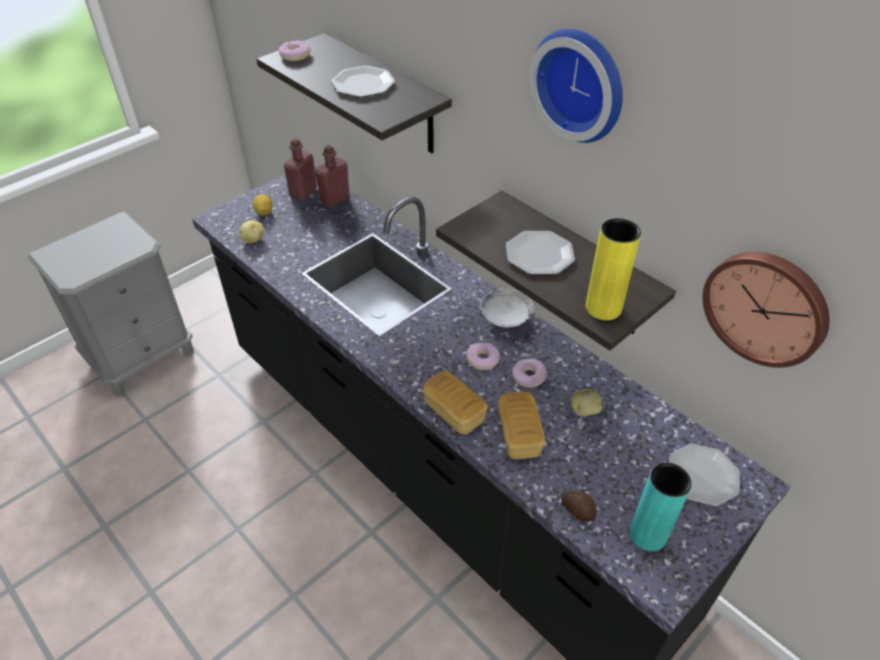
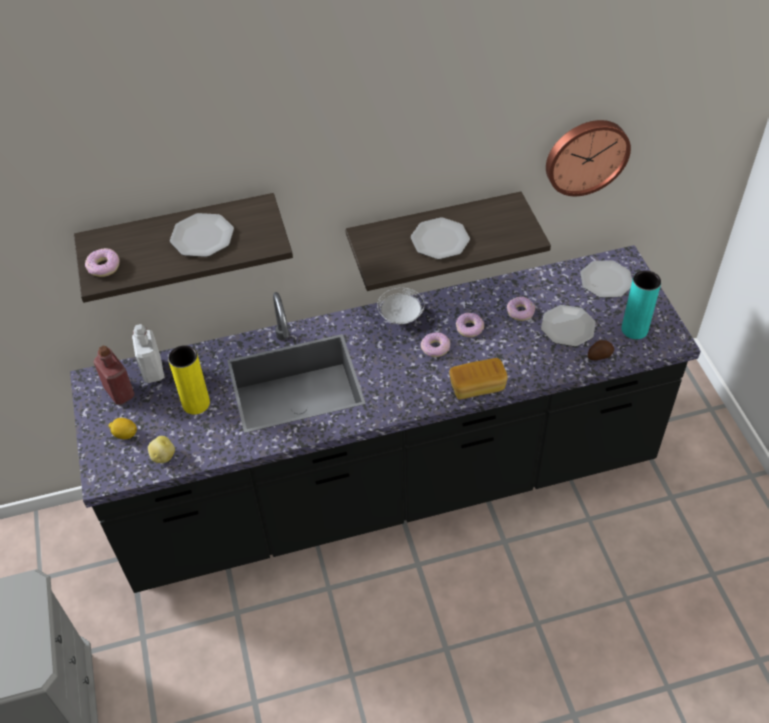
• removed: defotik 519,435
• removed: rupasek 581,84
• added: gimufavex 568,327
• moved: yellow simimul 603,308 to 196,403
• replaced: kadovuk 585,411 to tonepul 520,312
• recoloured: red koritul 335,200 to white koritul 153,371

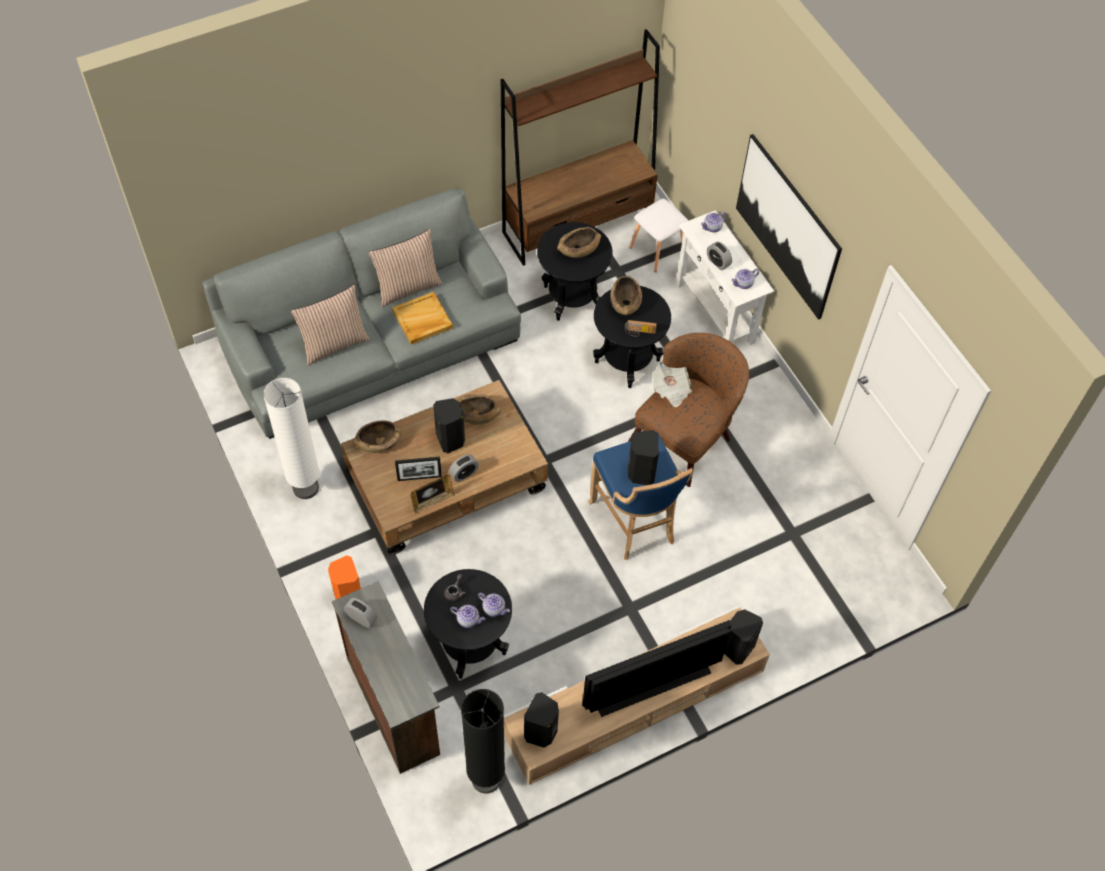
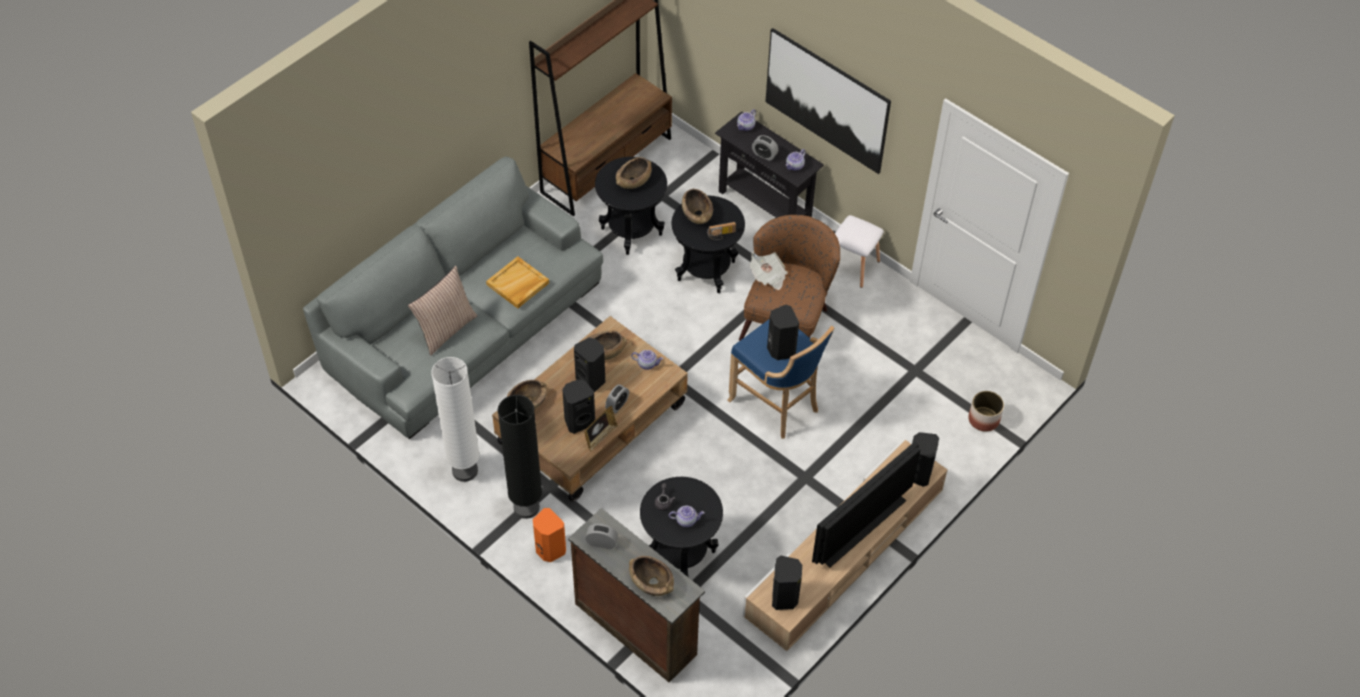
• removed: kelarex 407,287
• added: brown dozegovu 651,582
• added: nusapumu 984,419
• moved: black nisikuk 486,779 to 526,507
• moved: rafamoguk 494,608 to 647,364
• moved: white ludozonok 657,249 to 852,265
• replaced: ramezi 419,478 to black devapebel 578,421
• recoloured: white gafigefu 715,313 to black gafigefu 764,206

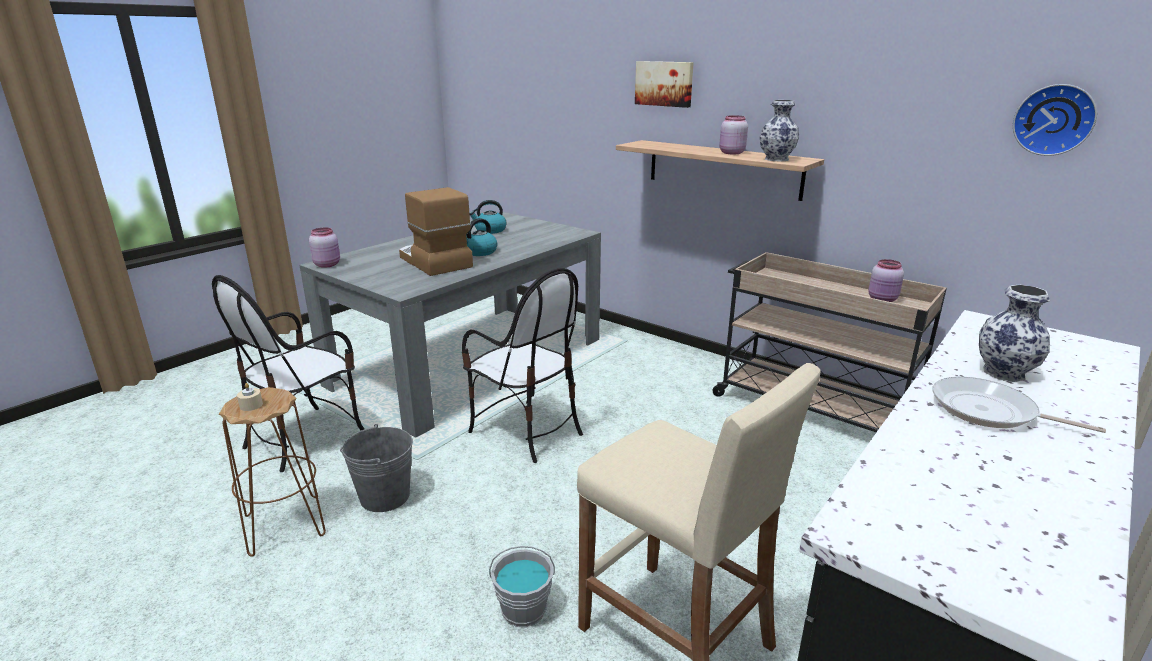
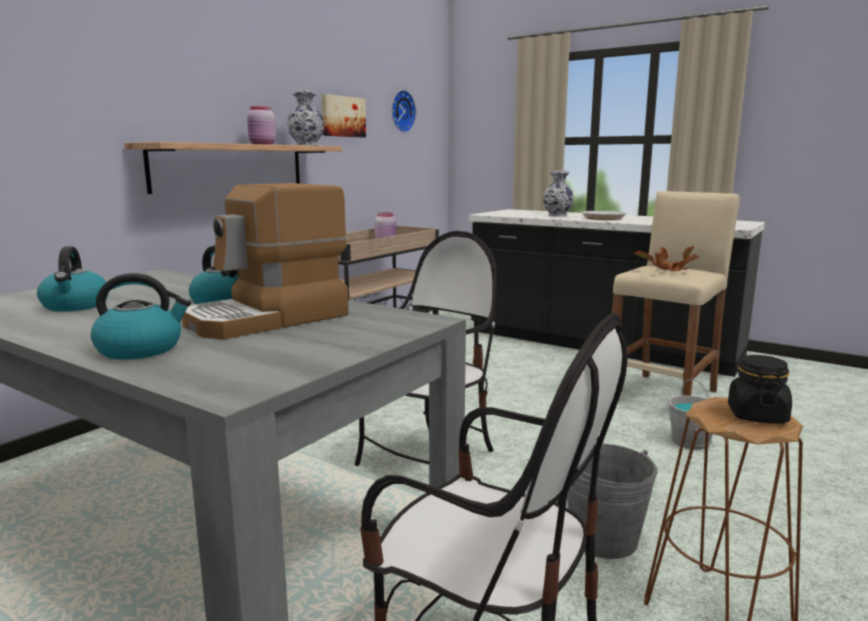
• removed: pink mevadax 328,264
• added: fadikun 141,349
• added: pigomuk 668,270
• moved: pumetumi 664,83 to 342,116
• replaced: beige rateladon 251,405 to black mevadax 756,415

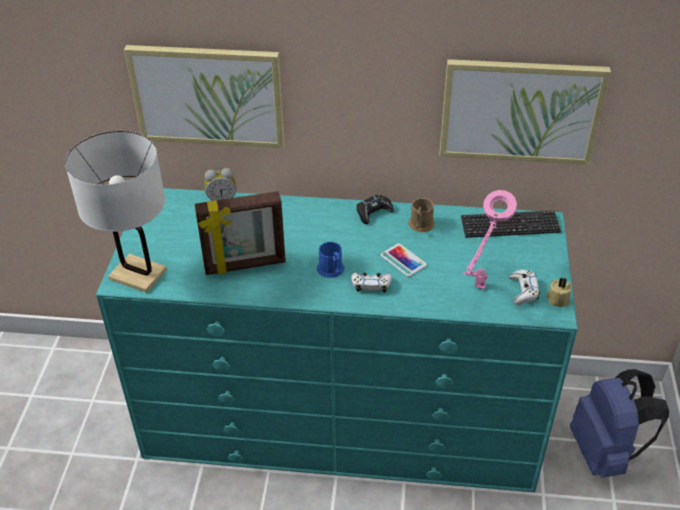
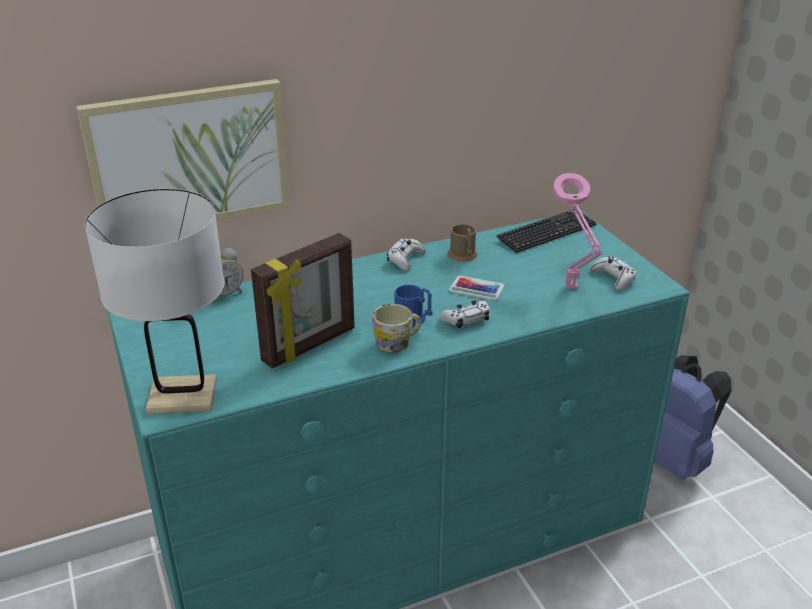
• removed: pumetumi 520,111
• removed: beige rateladon 557,299
• added: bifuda 397,342
• recoloured: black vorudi 373,212 to white vorudi 405,259

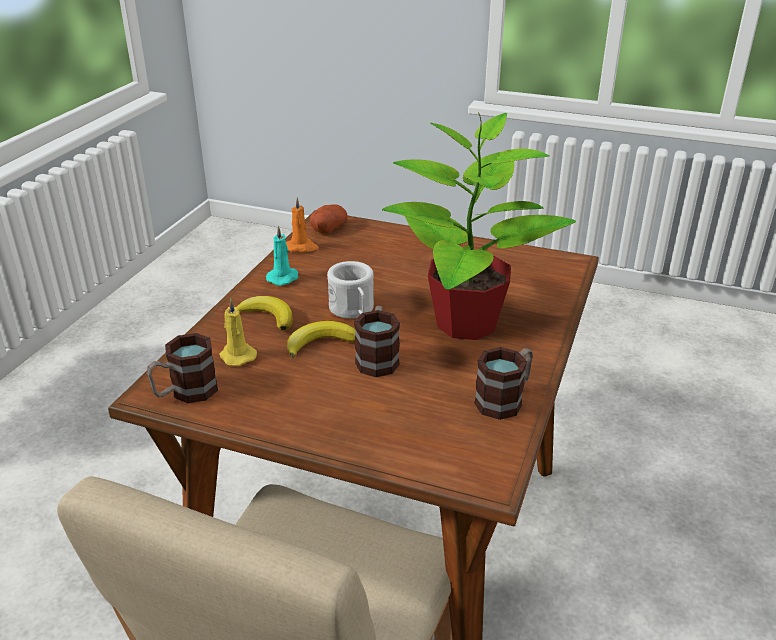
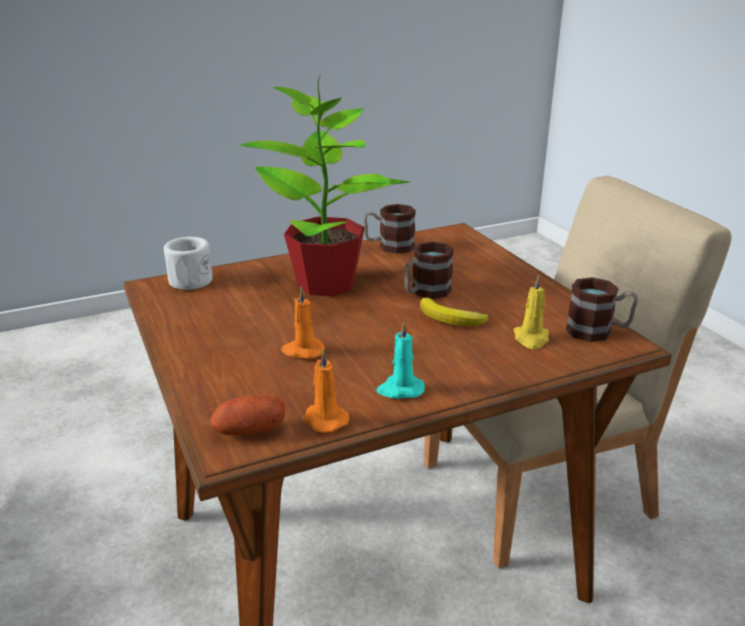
• removed: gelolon 267,316
• added: orange rateladon 302,351
• moved: white bifuda 353,310 to 194,279

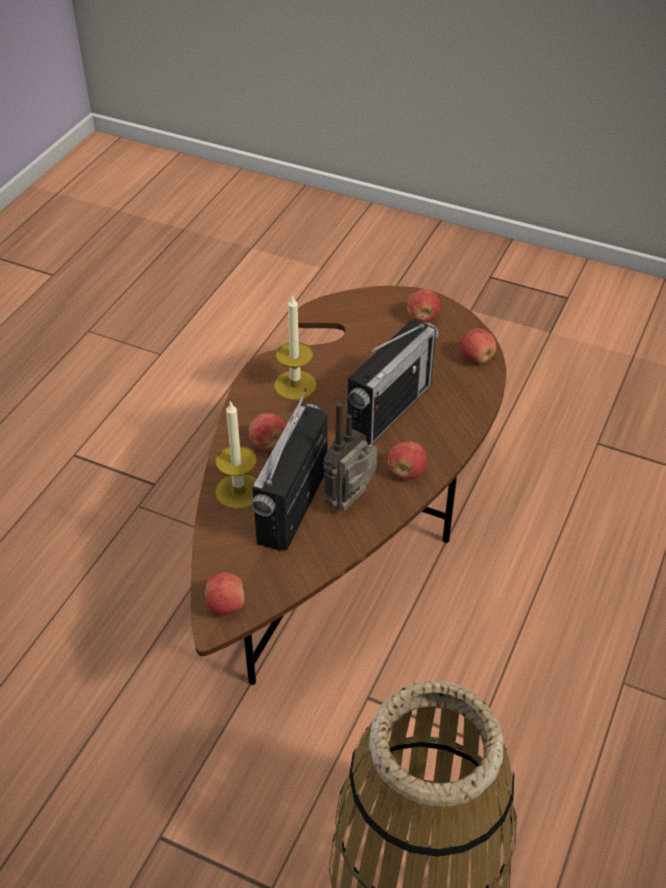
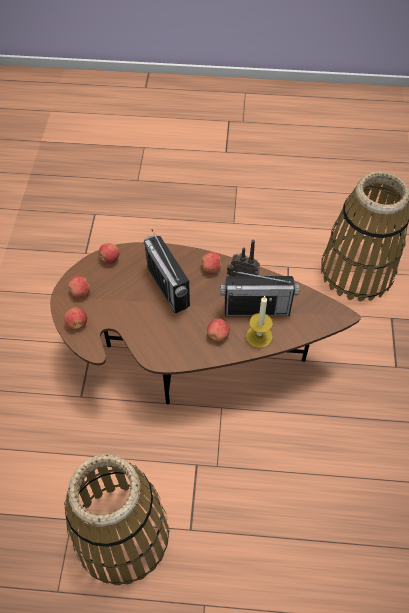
• removed: rateladon 295,385
• added: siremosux 122,535
• moved: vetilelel 225,605 to 77,324
• turned: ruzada 389,410 = 168,287 135 degrees counterclockwise

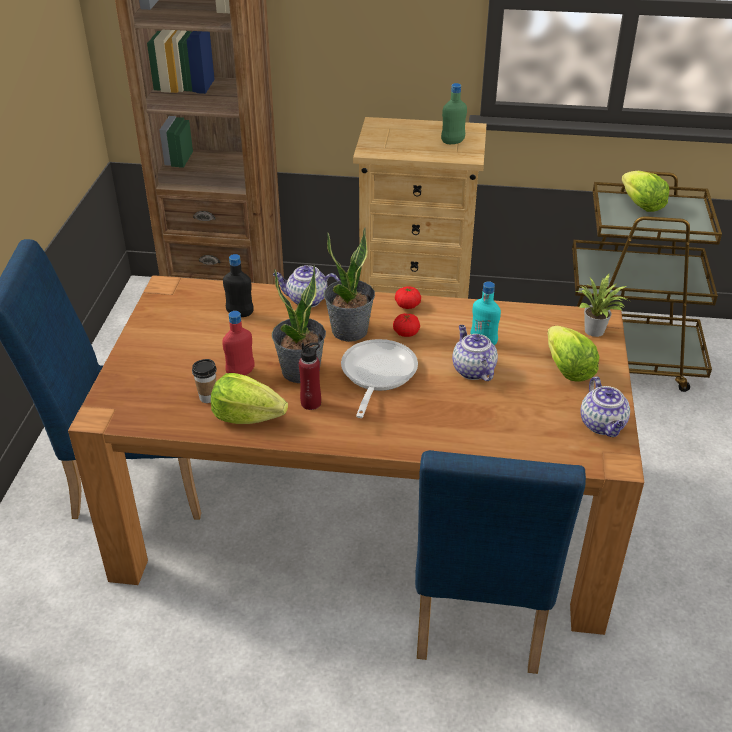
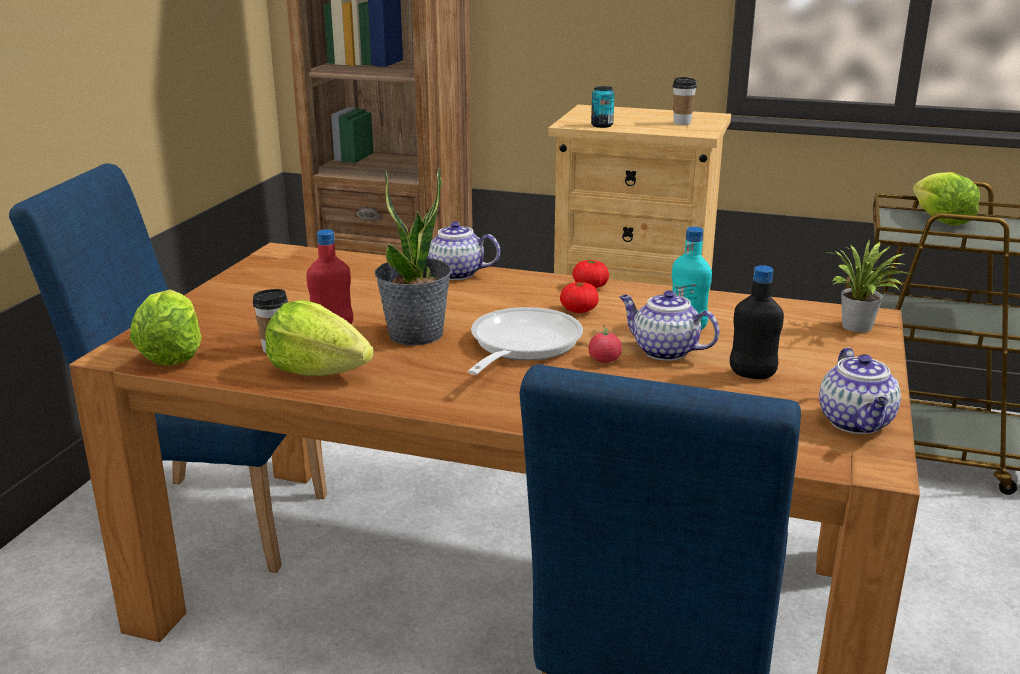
• removed: red koritul 311,403
• removed: pigomuk 350,331
• added: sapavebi 604,360
• added: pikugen 602,125
• moved: black koritul 240,314 to 752,375
• moved: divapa 567,369 to 172,354
• replaced: green koritul 452,142 to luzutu 682,123
• turned: rafamoguk 472,370 = 663,351 45 degrees counterclockwise

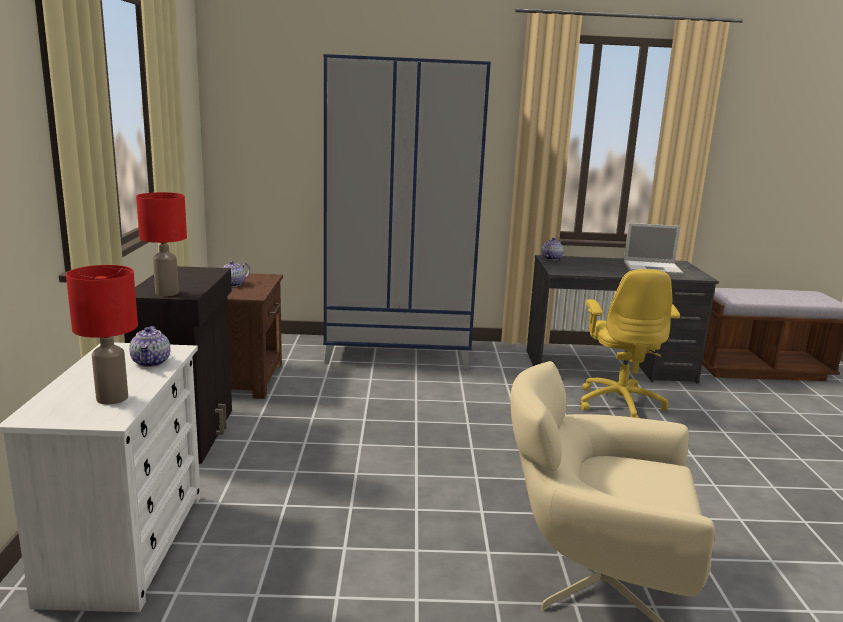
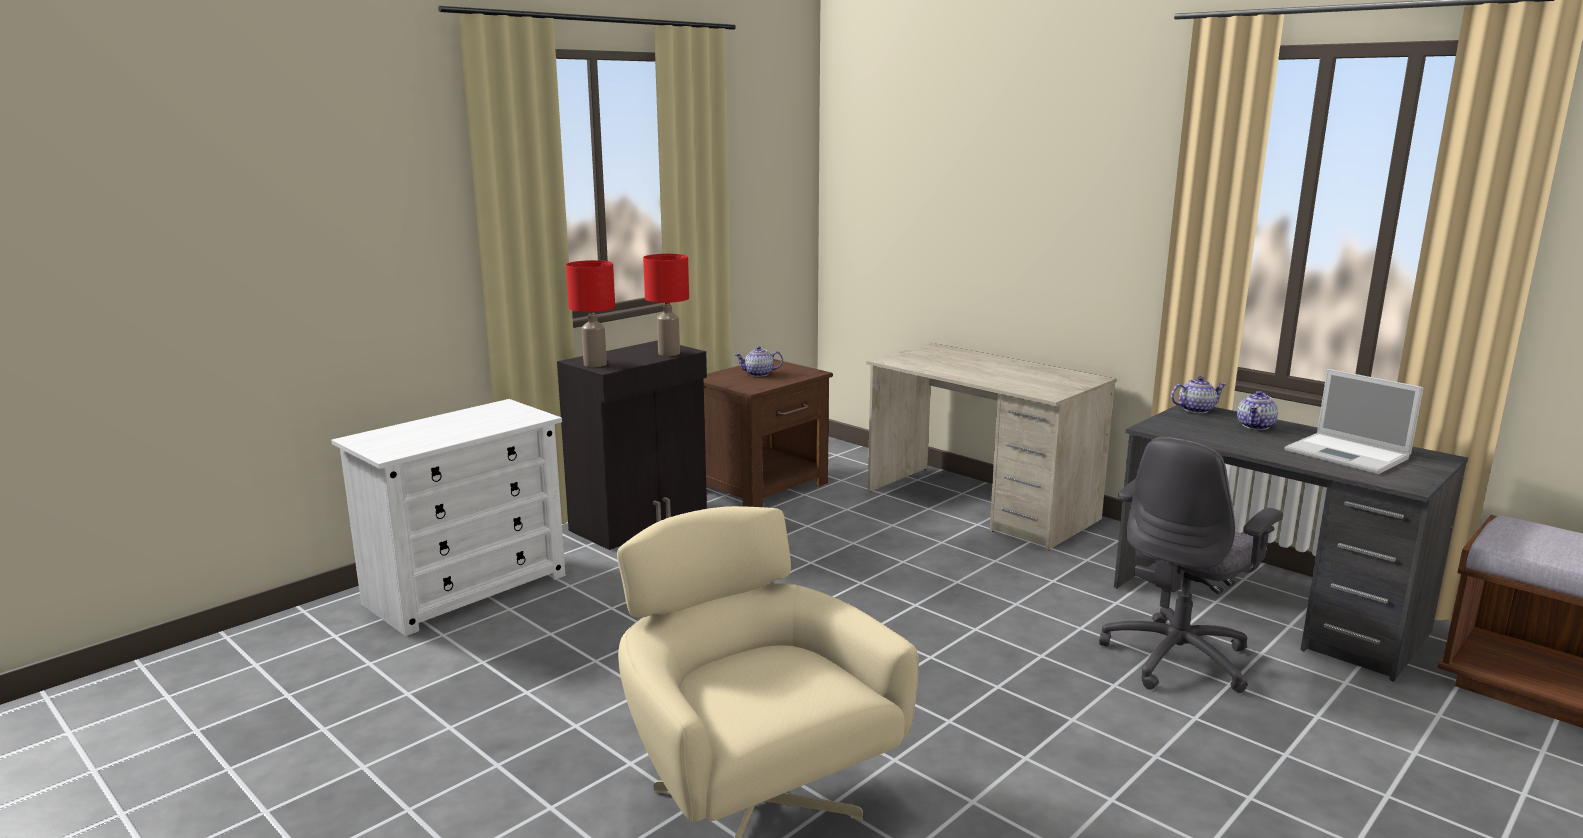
• moved: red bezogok 111,398 to 668,353
• moved: rafamoguk 151,362 to 1256,426
• replaced: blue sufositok 398,352 to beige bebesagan 980,505
• recoloured: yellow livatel 620,403 to grey livatel 1178,658

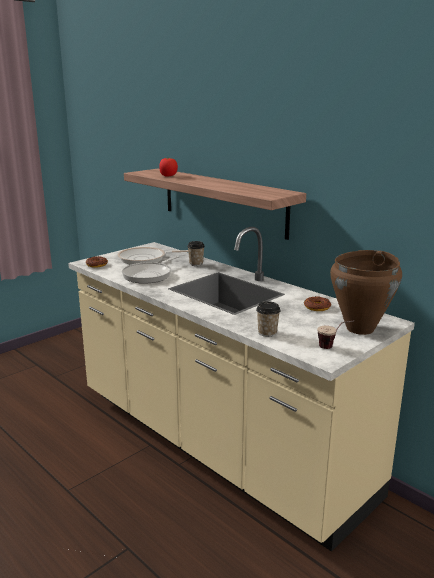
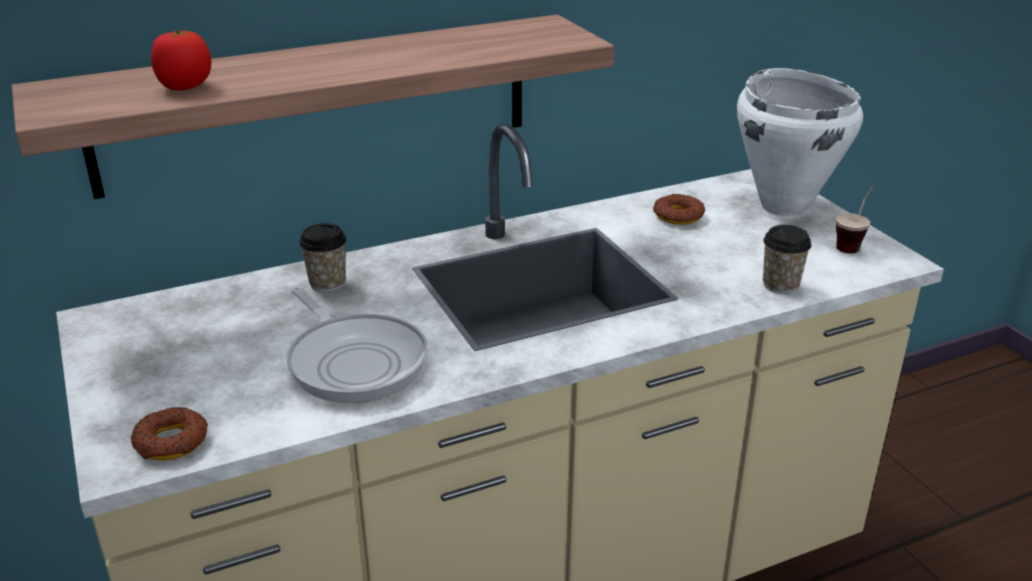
• removed: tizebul 145,259
• recoloured: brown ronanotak 360,329 to white ronanotak 784,206

